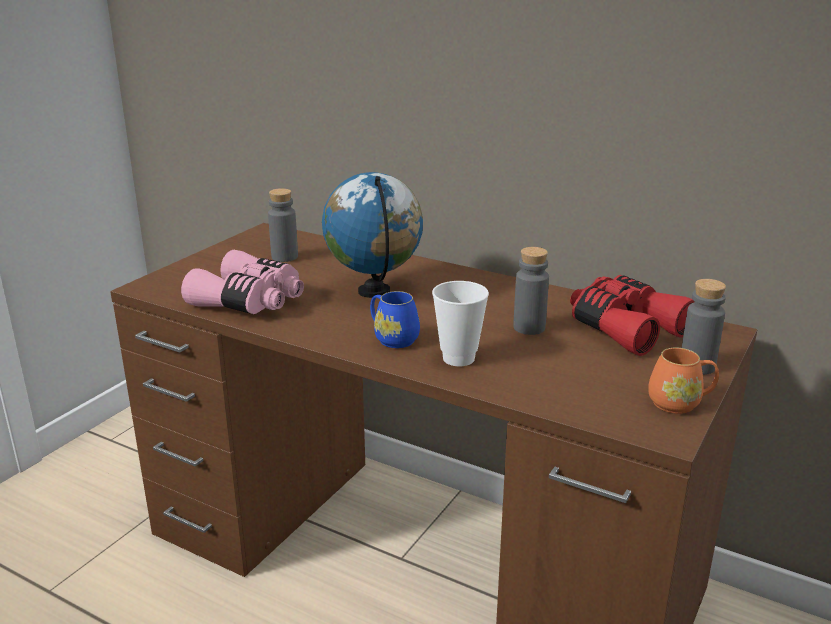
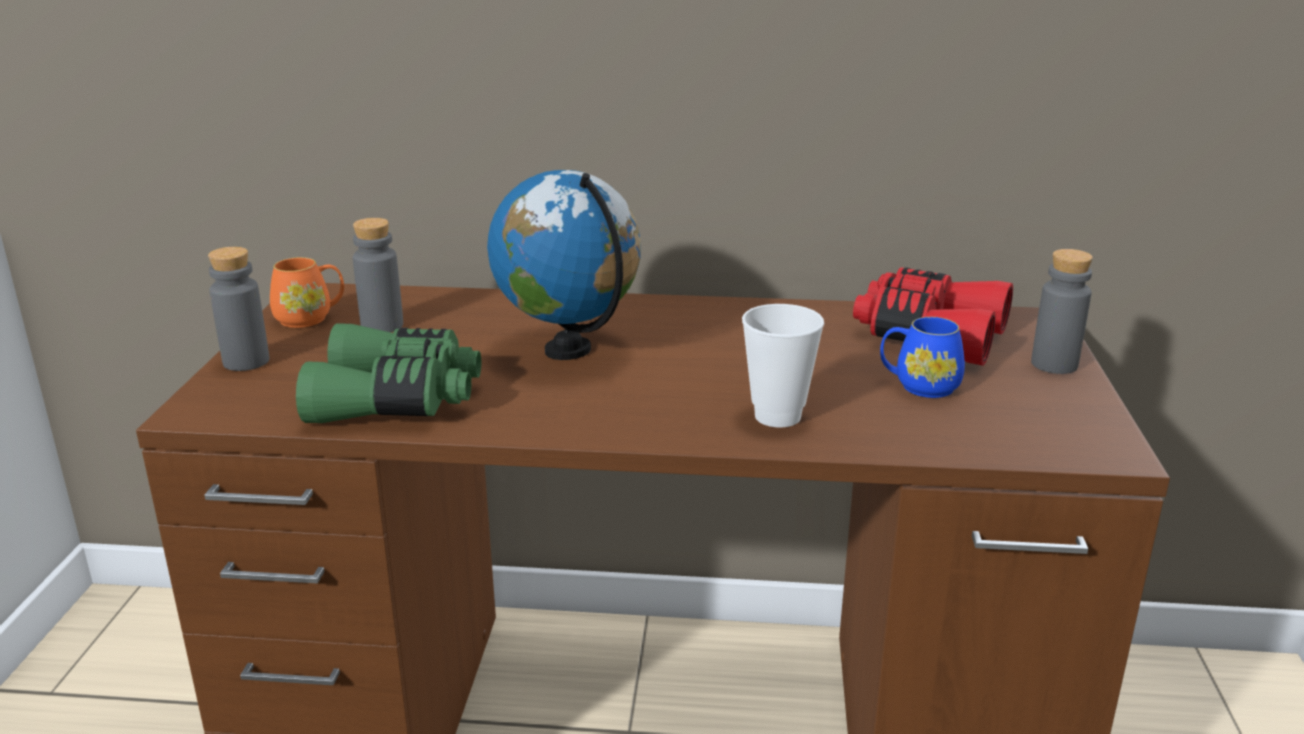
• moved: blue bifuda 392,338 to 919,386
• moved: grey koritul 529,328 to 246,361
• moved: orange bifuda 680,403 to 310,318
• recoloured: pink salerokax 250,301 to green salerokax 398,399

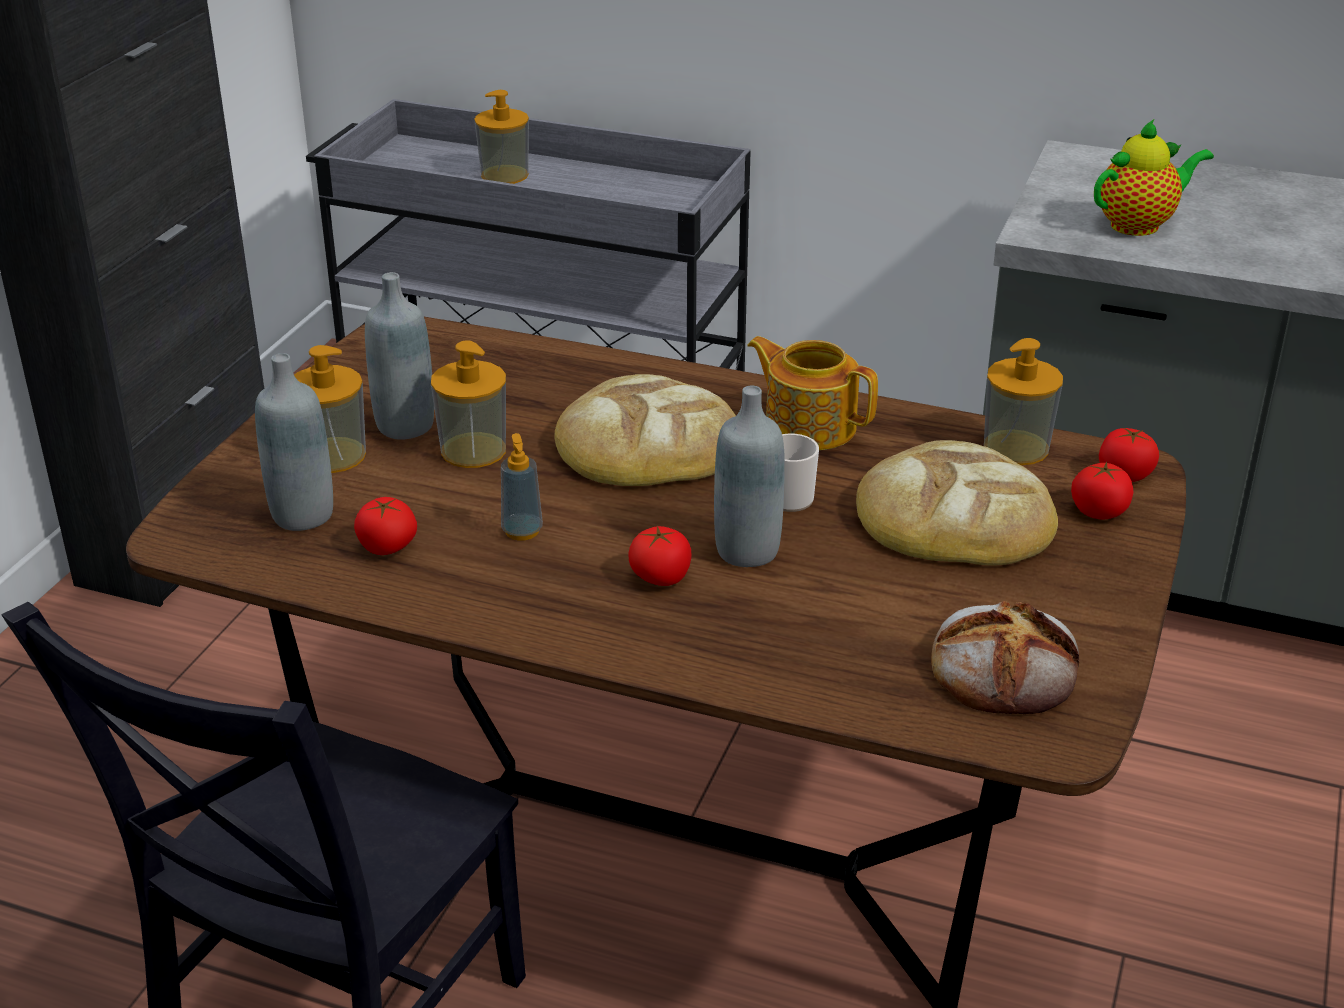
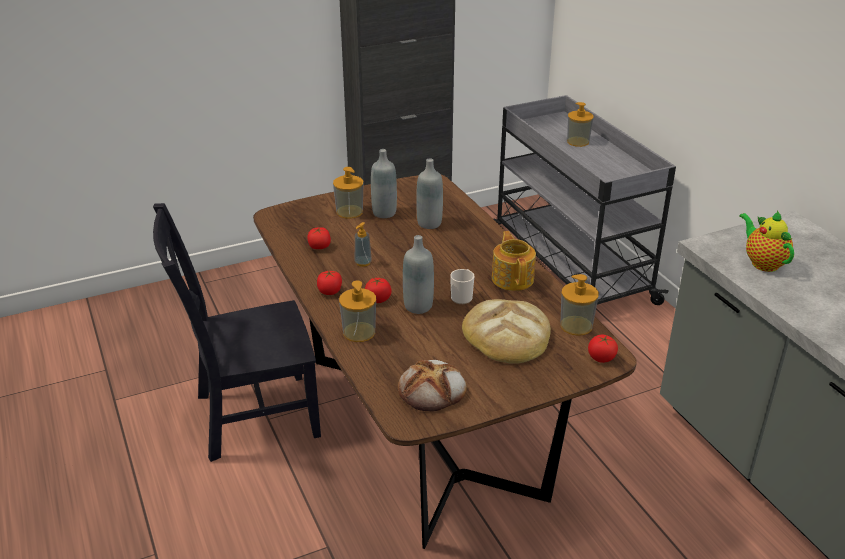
• removed: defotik 647,444
• moved: grey koritul 302,515 to 429,223
• moved: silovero 473,450 to 359,332
• moved: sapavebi 1099,511 to 330,291
• turned: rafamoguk 1139,225 = 762,263 135 degrees counterclockwise

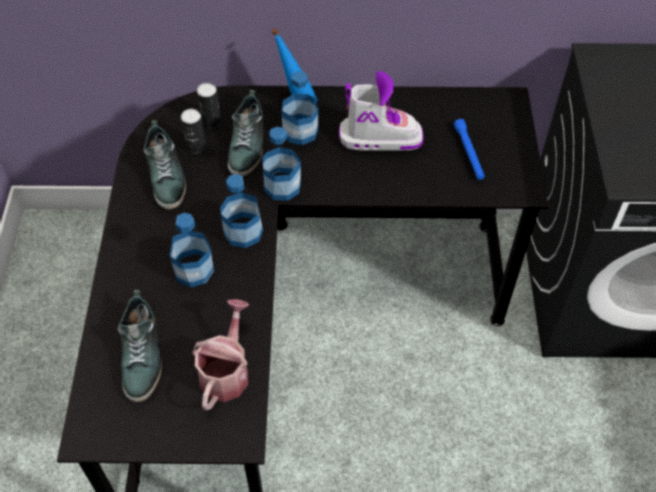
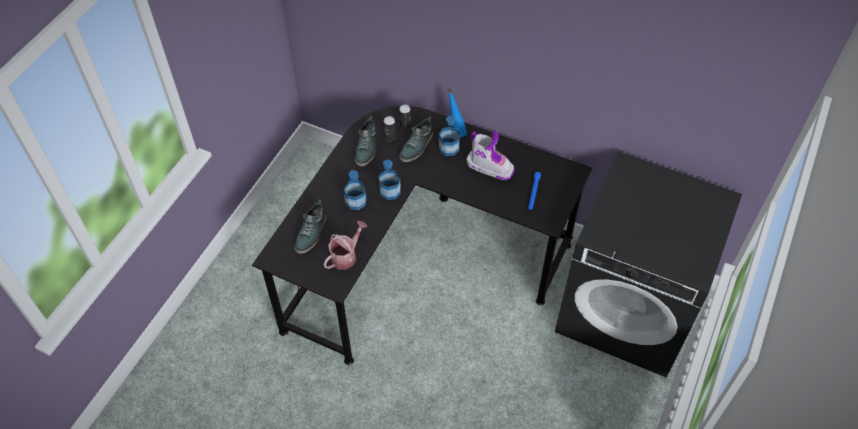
• removed: koritul 282,186

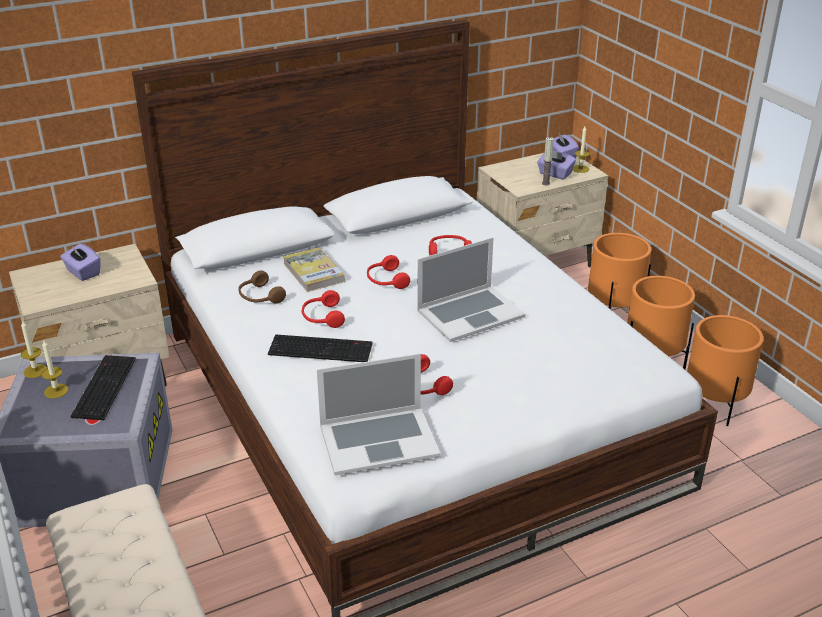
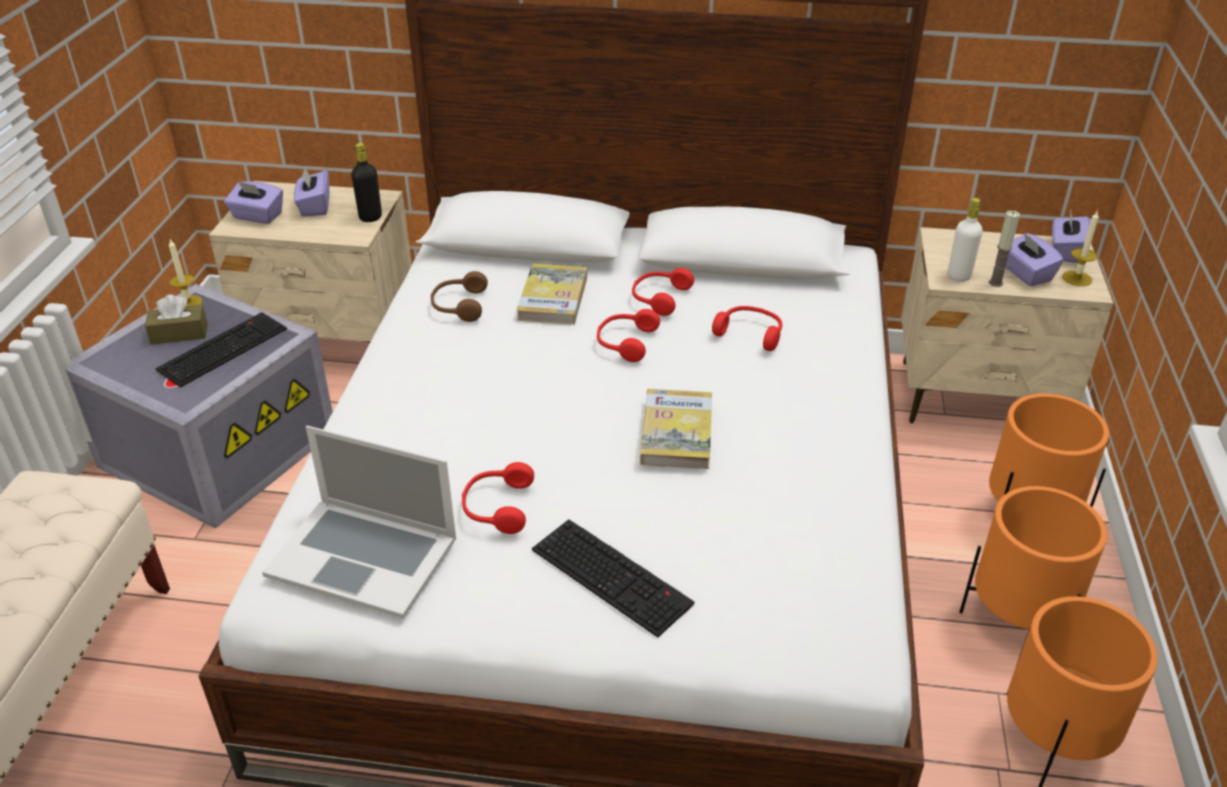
• added: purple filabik 257,216
• added: black koritul 370,217
• added: white koritul 959,276
• moved: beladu 322,348 to 614,576
• moved: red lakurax 322,317 to 659,298
• replaced: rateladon 56,391 to brown filabik 179,334
• replaced: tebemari 470,313 to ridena 676,432

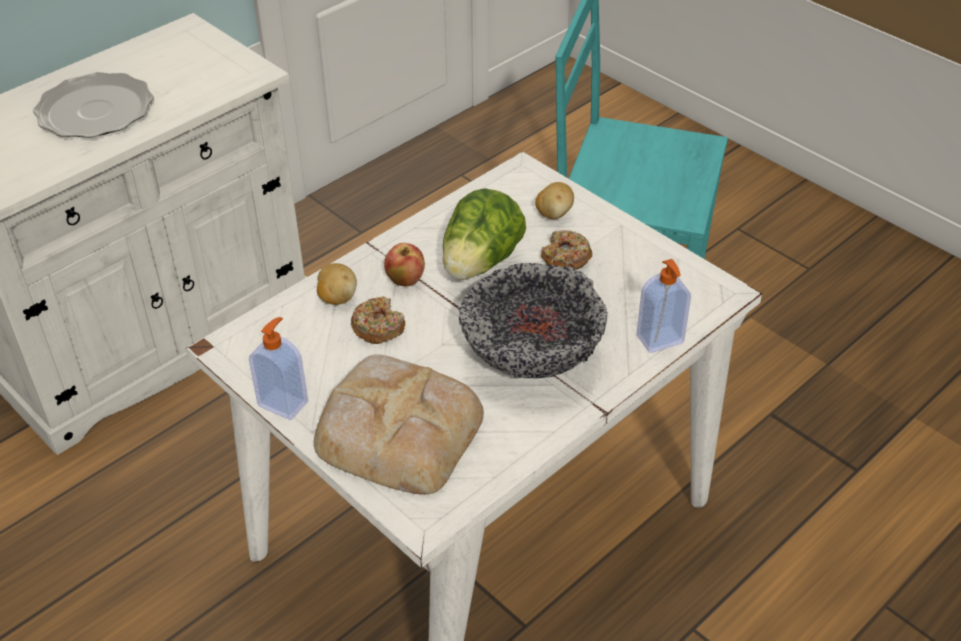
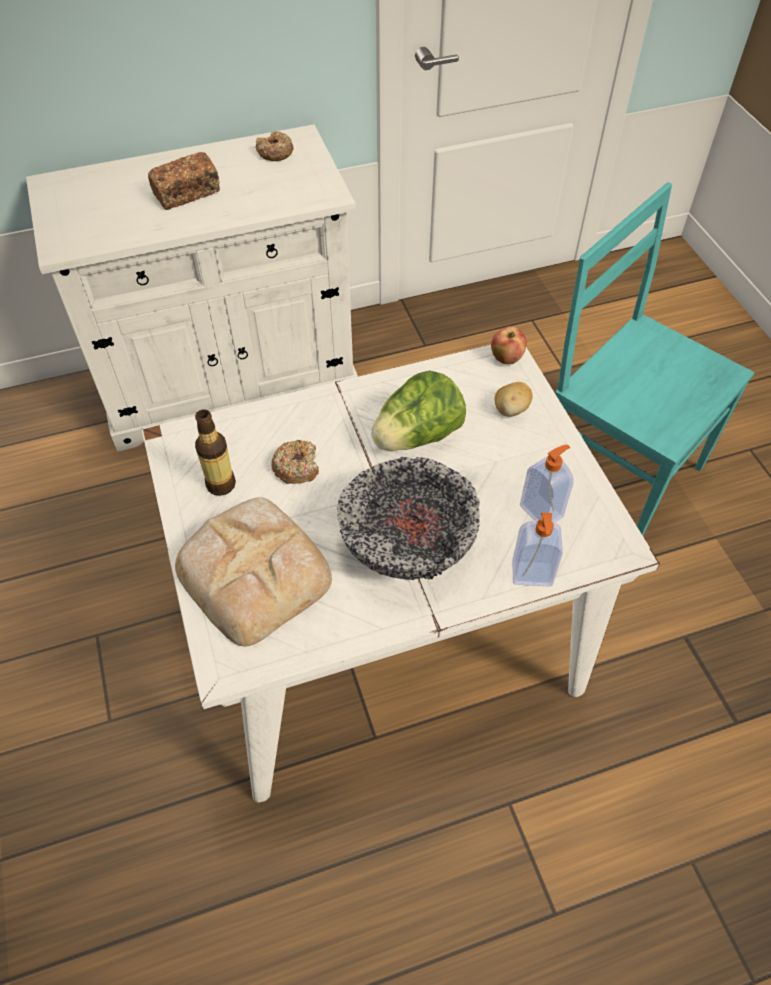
• removed: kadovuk 337,297
• added: koritul 221,484
• moved: silovero 284,403 to 542,511
• moved: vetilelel 405,280 to 506,358
• moved: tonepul 566,258 to 275,152
• replaced: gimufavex 95,111 to defotik 187,193

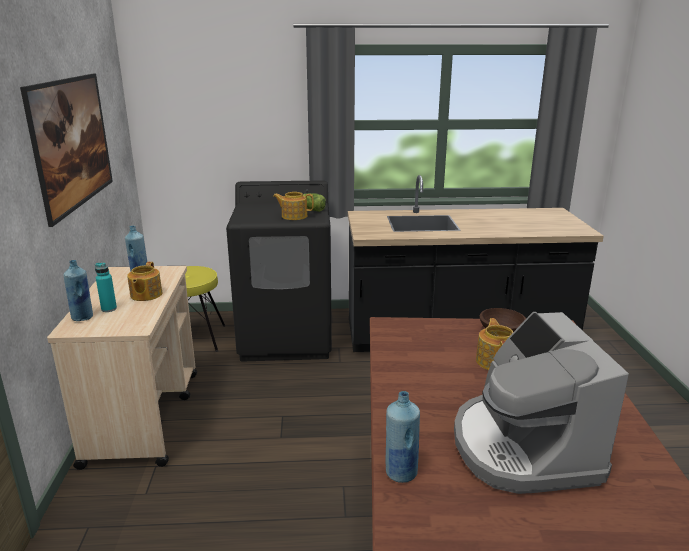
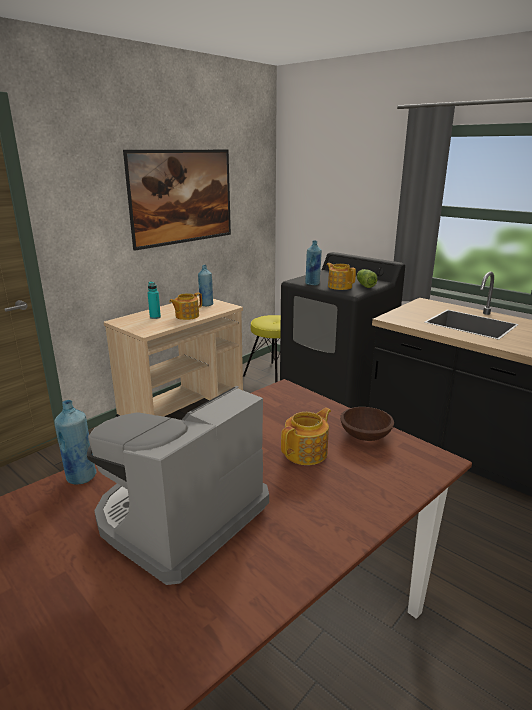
• moved: blue koritul 83,317 to 312,284

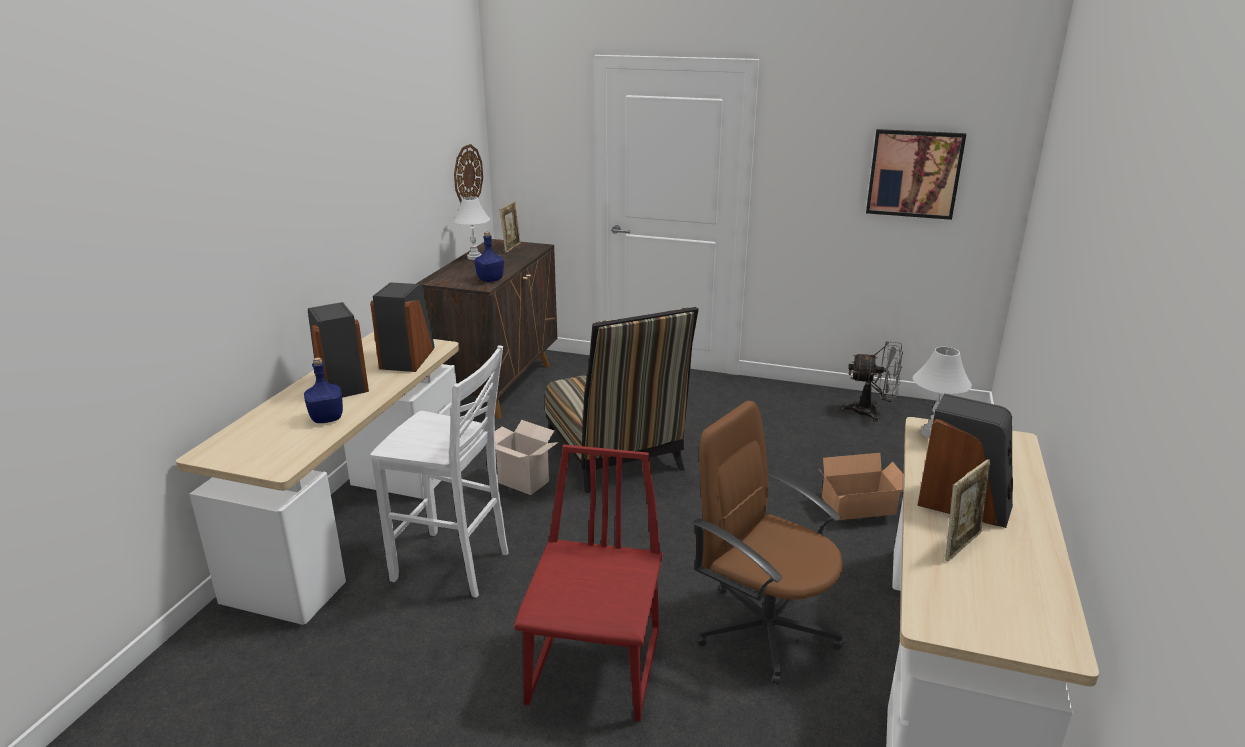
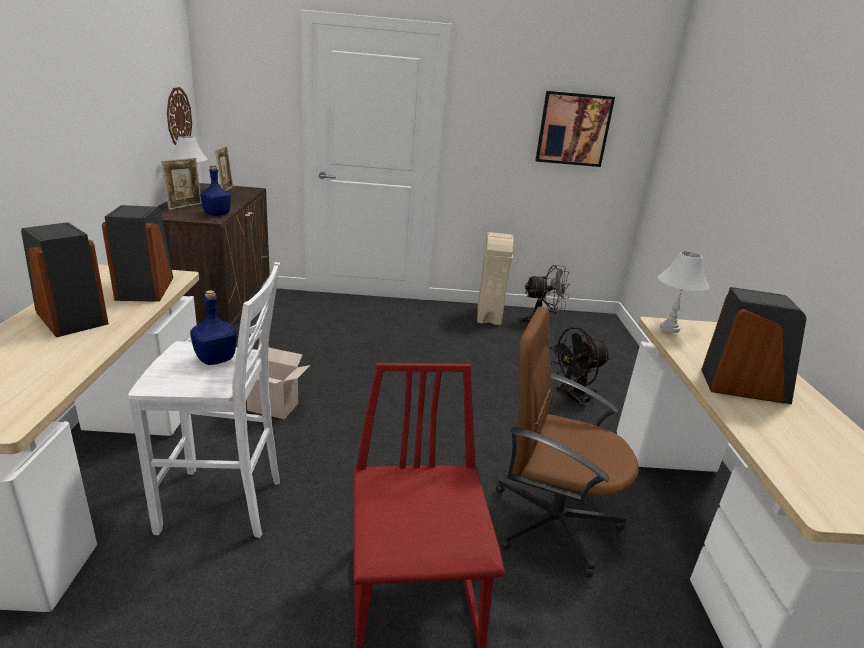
• removed: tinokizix 616,457
• added: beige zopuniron 489,316
• moved: blue koritul 327,419 to 216,359
• moved: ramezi 960,544 to 185,206
• replaced: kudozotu 861,507 to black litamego 572,398

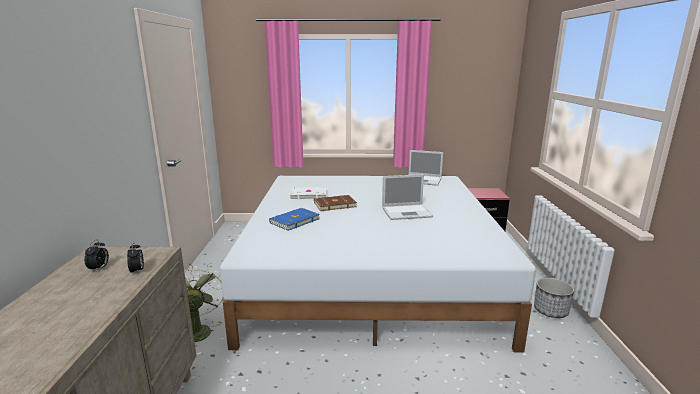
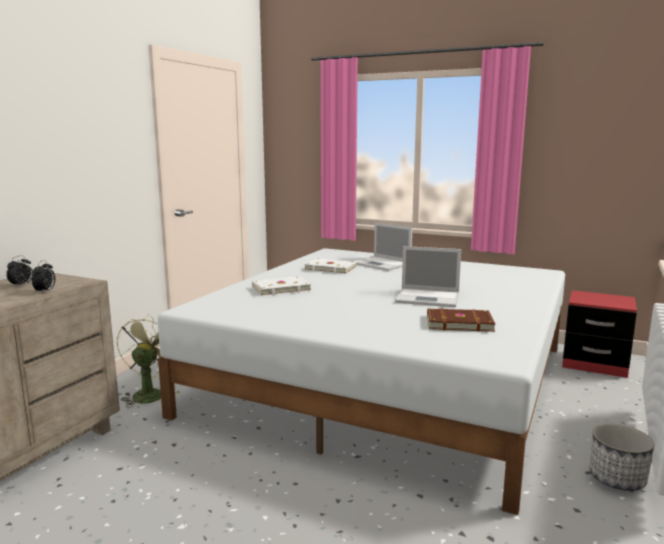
• moved: brown ridena 334,204 to 458,323
• moved: tebemari 423,180 to 382,264
• recoloured: blue ridena 294,221 to white ridena 280,288

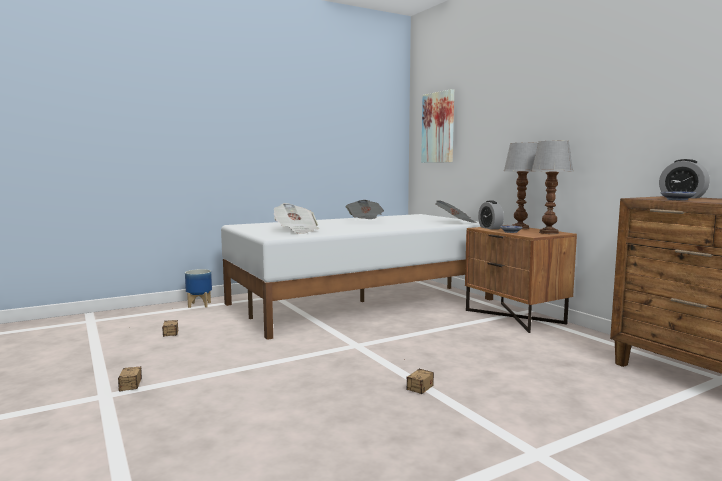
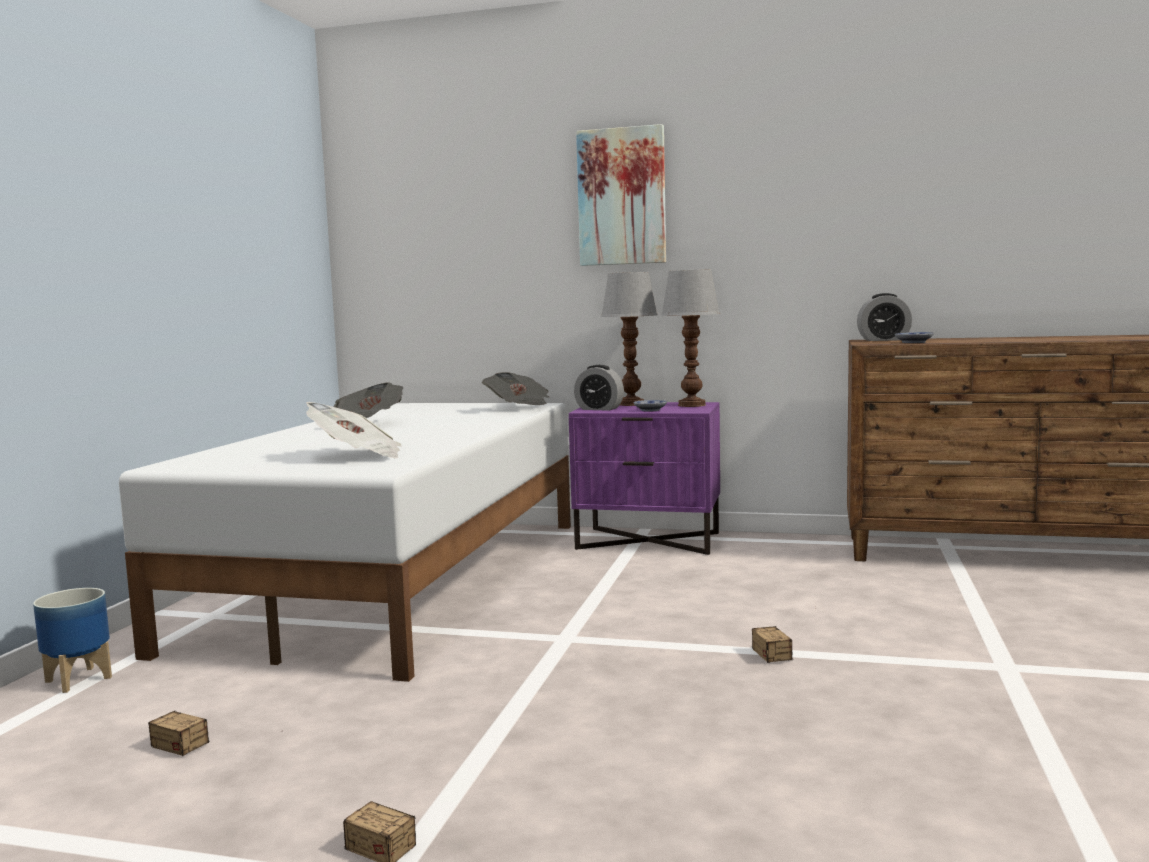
• moved: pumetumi 438,127 to 622,197
• recoloured: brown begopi 515,317 to purple begopi 649,540

